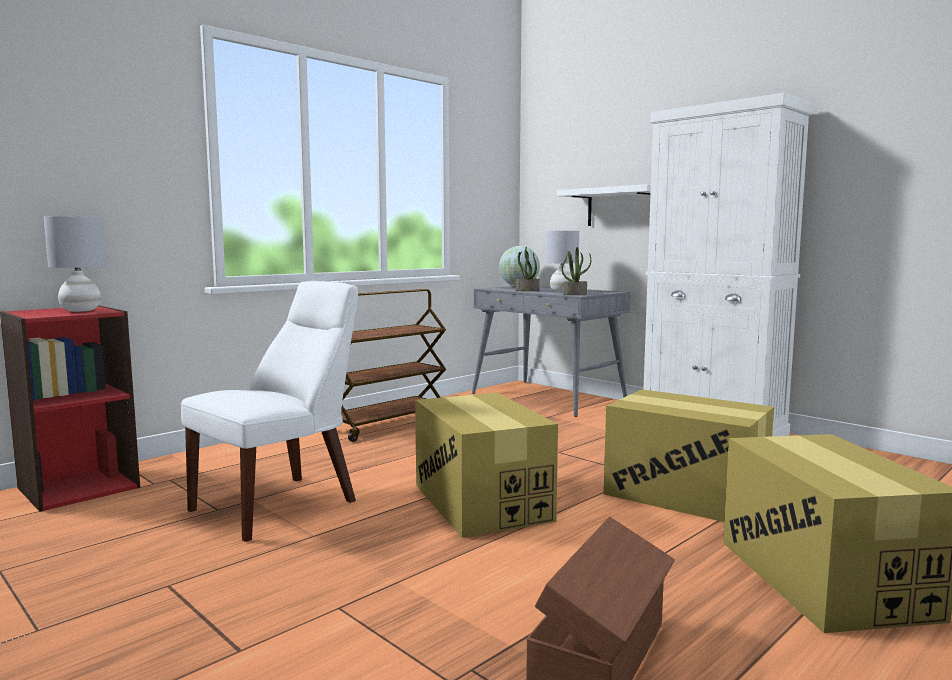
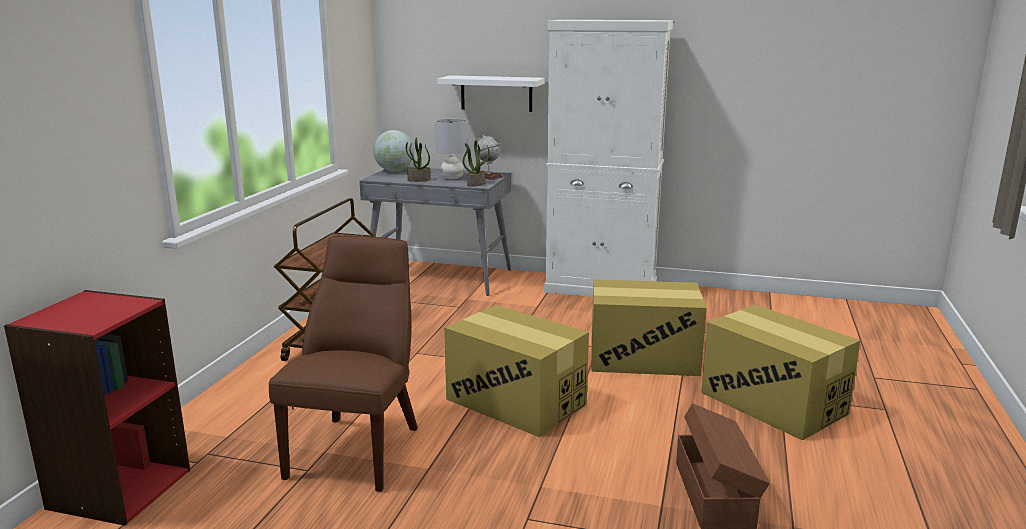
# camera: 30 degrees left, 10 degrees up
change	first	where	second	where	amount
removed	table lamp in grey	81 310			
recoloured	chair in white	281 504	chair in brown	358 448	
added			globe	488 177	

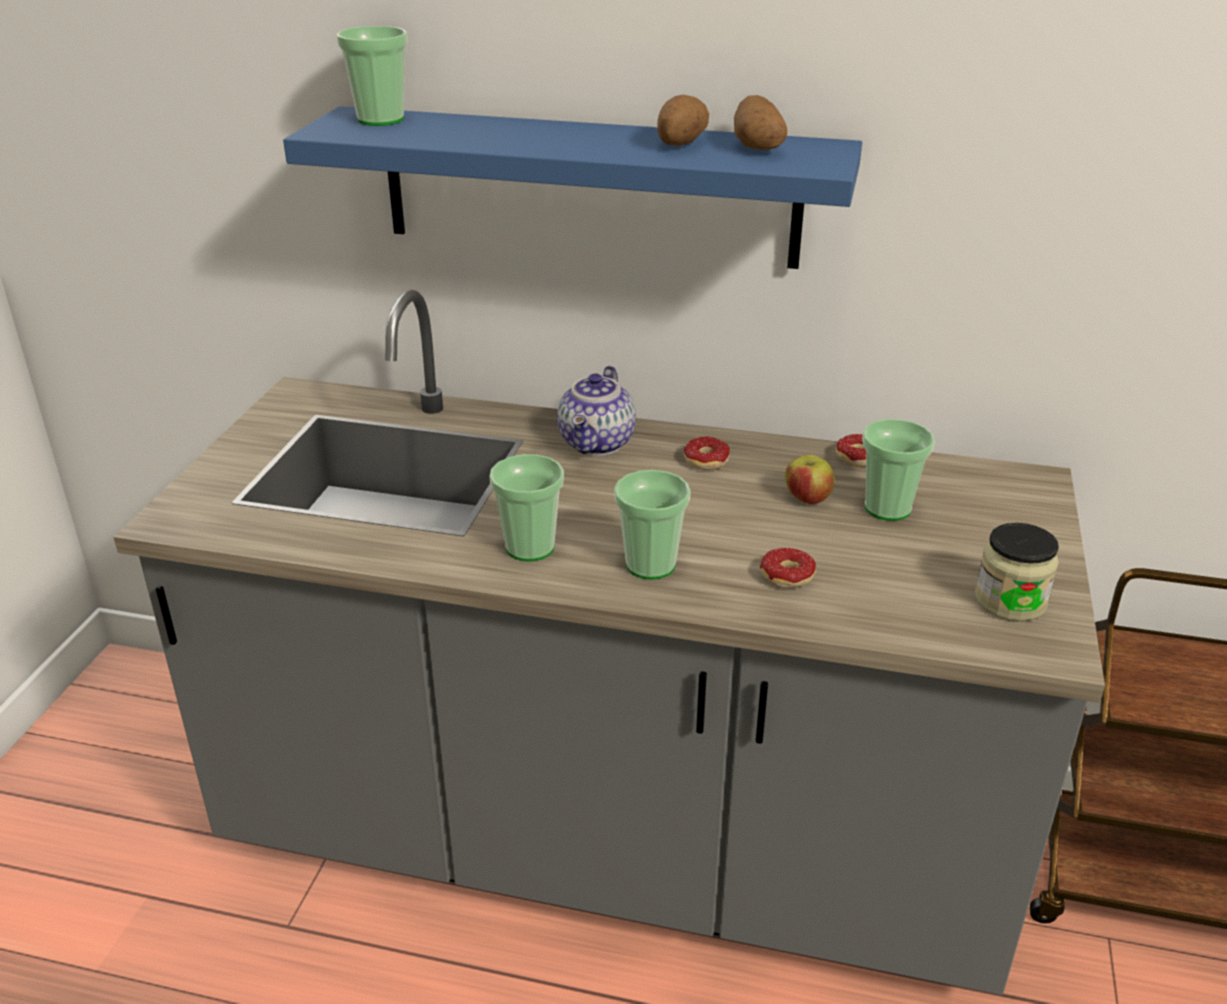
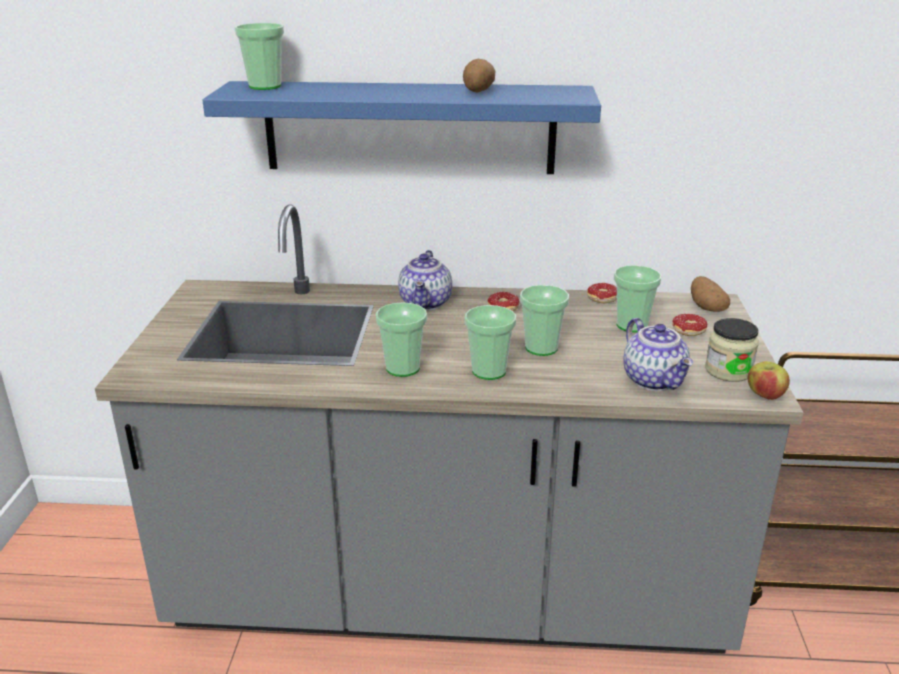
# camera: 10 degrees left, 5 degrees down
change	first	where	second	where	amount
moved	potato	757 147		705 307	
moved	apple	807 499		765 396	
moved	donut	788 582		691 333	
added			cup	541 348	
added			teapot	655 380	

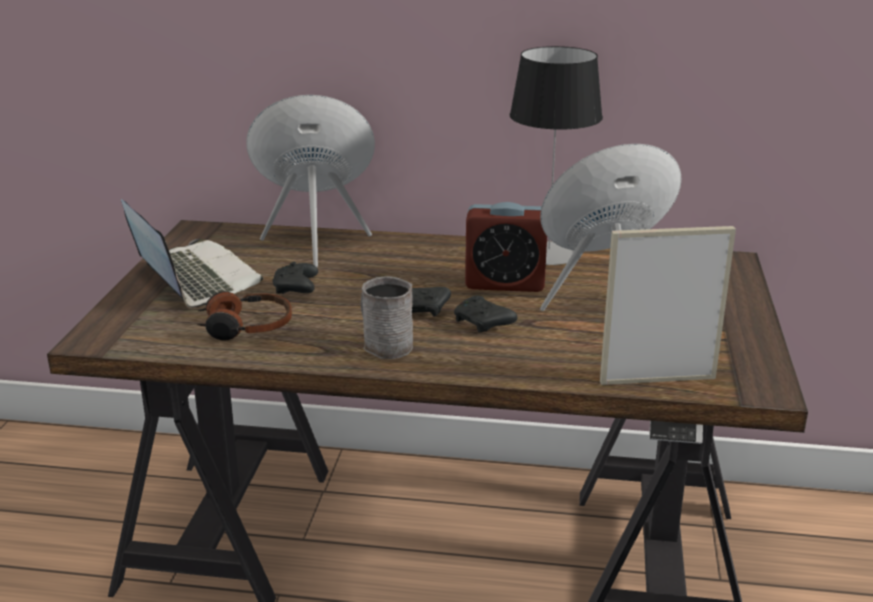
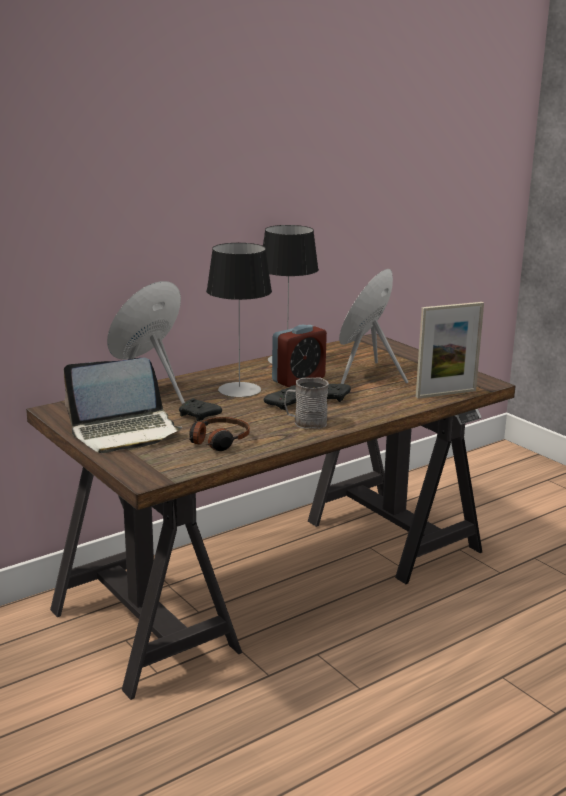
# camera: 45 degrees left, 5 degrees down
change	first	where	second	where	amount
turned	laptop	193 279		125 432	150 degrees clockwise
turned	picture frame	657 380		446 394	150 degrees counterclockwise
added			table lamp	239 390	

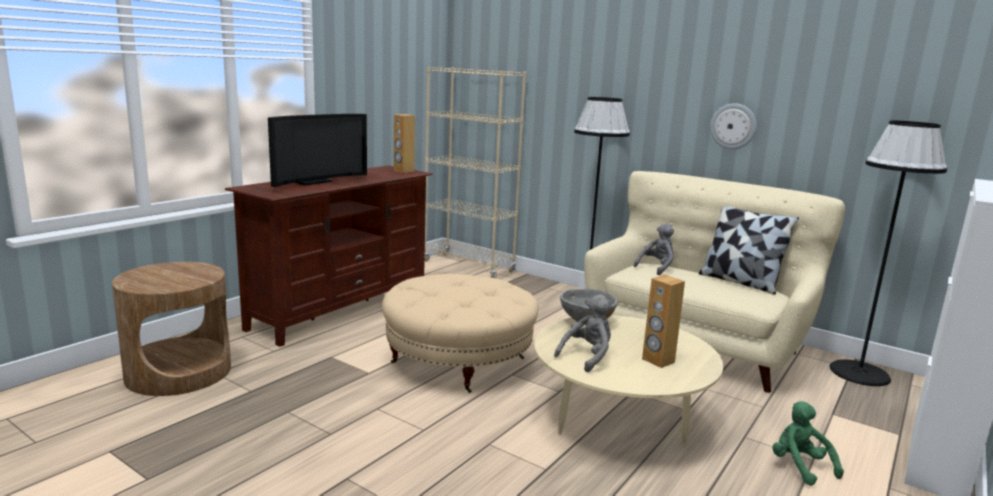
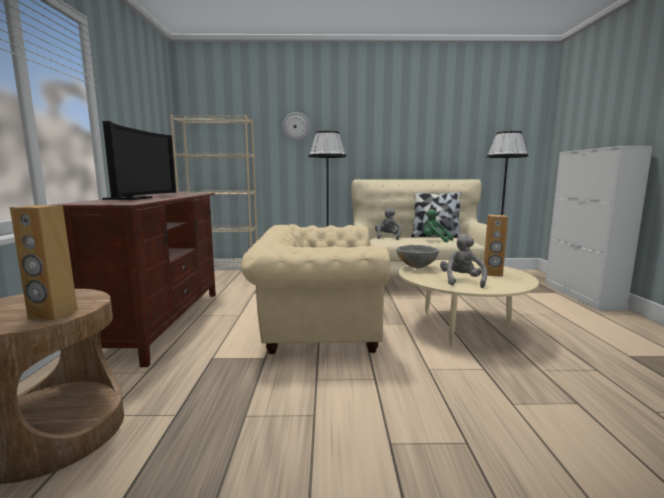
# camera: 35 degrees left, 5 degrees down
change	first	where	second	where	amount
moved	wall clock	733 126		296 127	
moved	speaker in brown	403 171		52 314	
replaced	ottoman in beige	458 361	armchair in beige	316 327	
moved	plush toy in green	800 466		435 240	

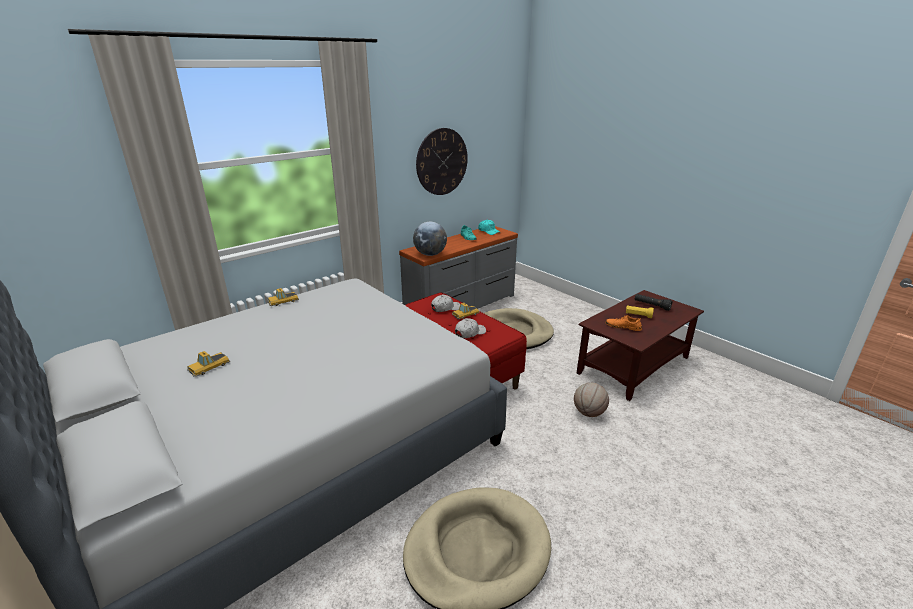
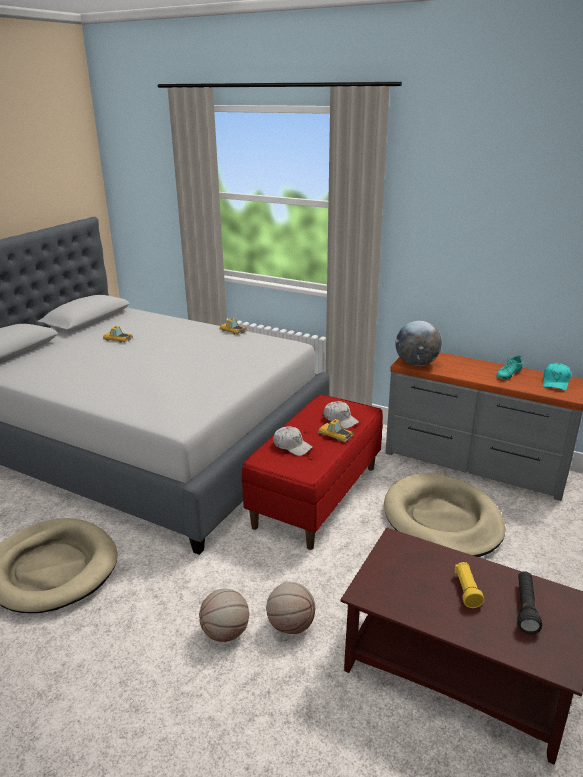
# camera: 70 degrees right, 0 degrees up
change	first	where	second	where	amount
removed	wall clock	442 162			
removed	shoe in orange	623 326			
added			basketball	226 633	

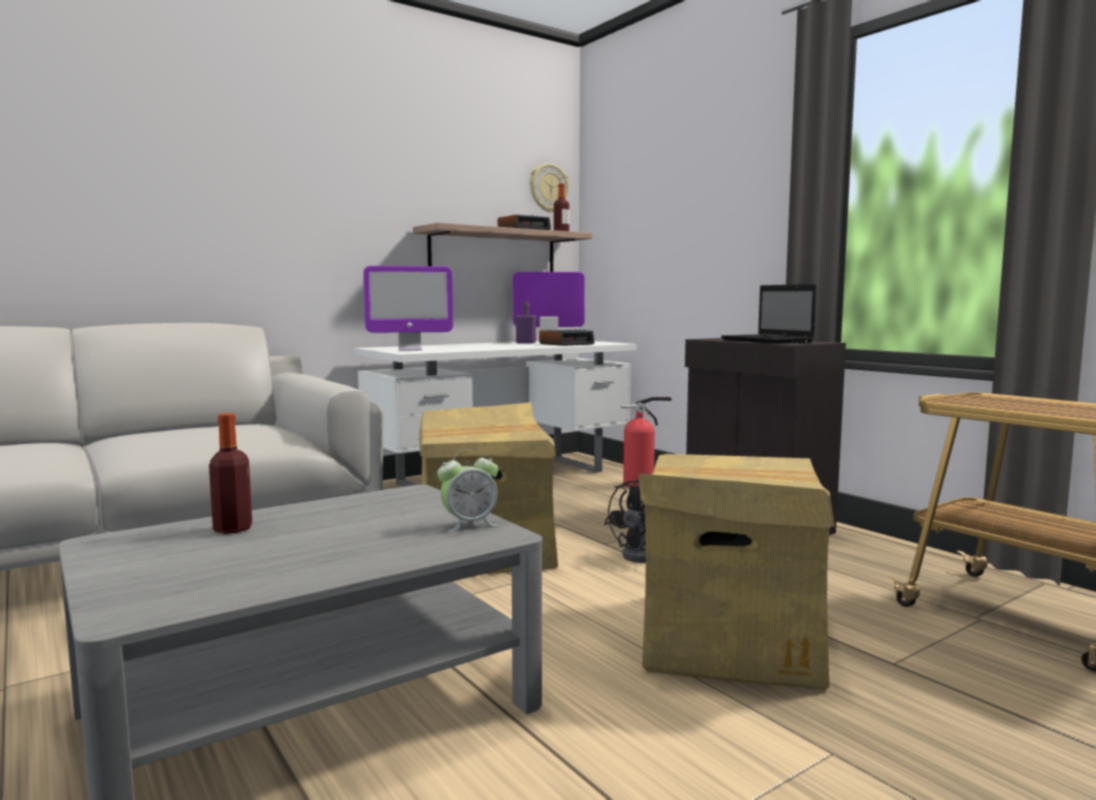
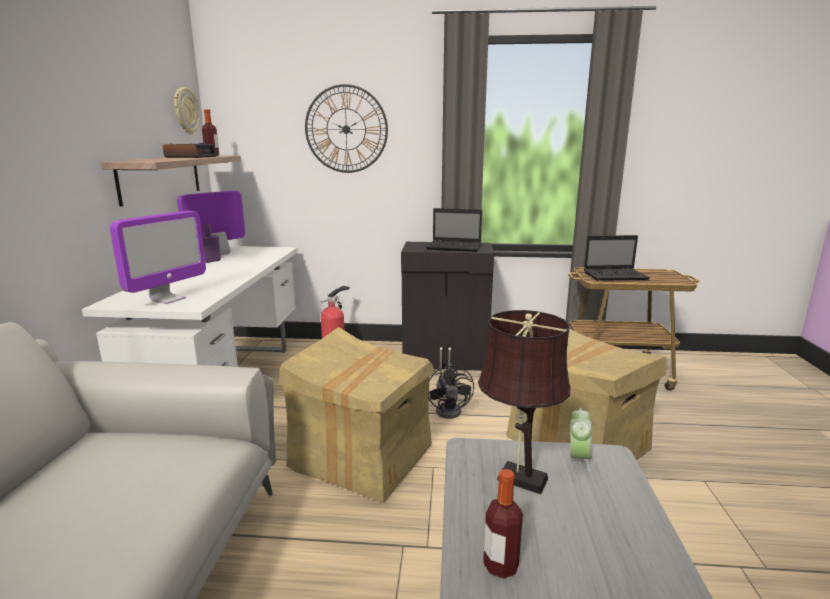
# camera: 50 degrees left, 10 degrees up
change	first	where	second	where	amount
removed	alarm clock	566 344			
added			wall clock	346 129	
added			laptop	616 276	
added			table lamp in brown	517 477	

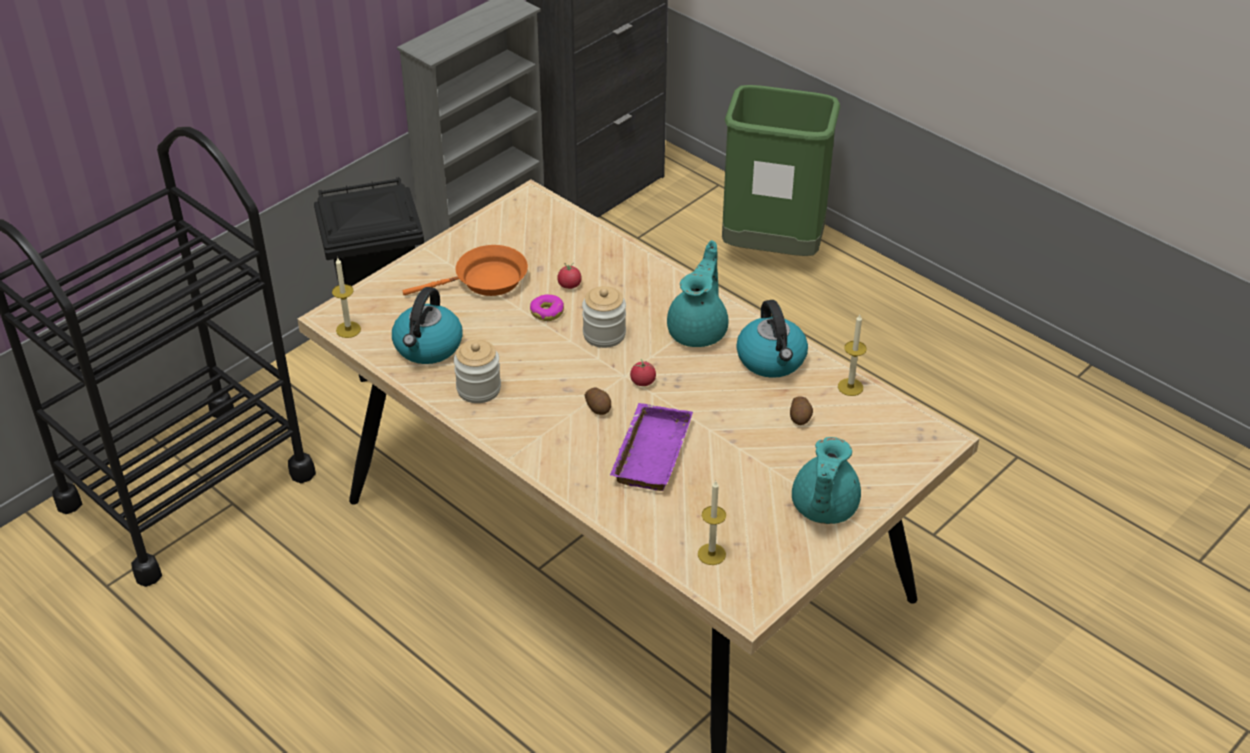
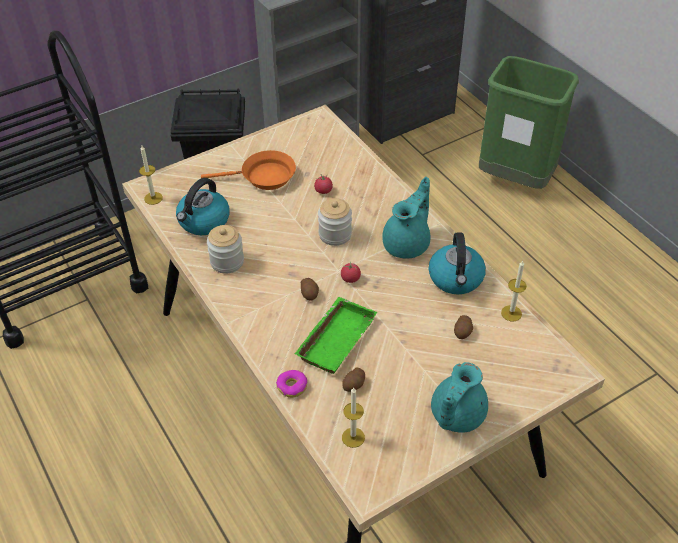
# camera: 15 degrees right, 5 degrees up
change	first	where	second	where	amount
moved	donut	547 312		292 386	
recoloured	tray in purple	649 451	tray in green	335 338	
added			potato	354 385	

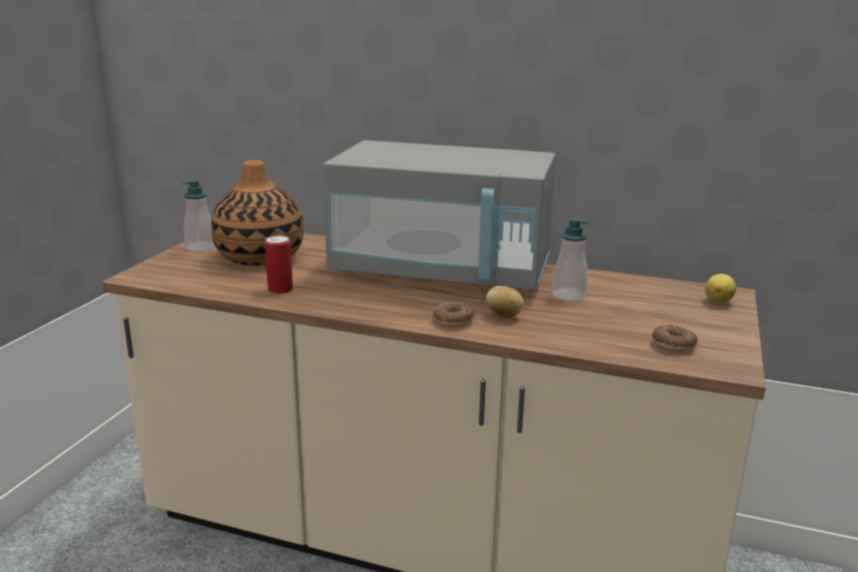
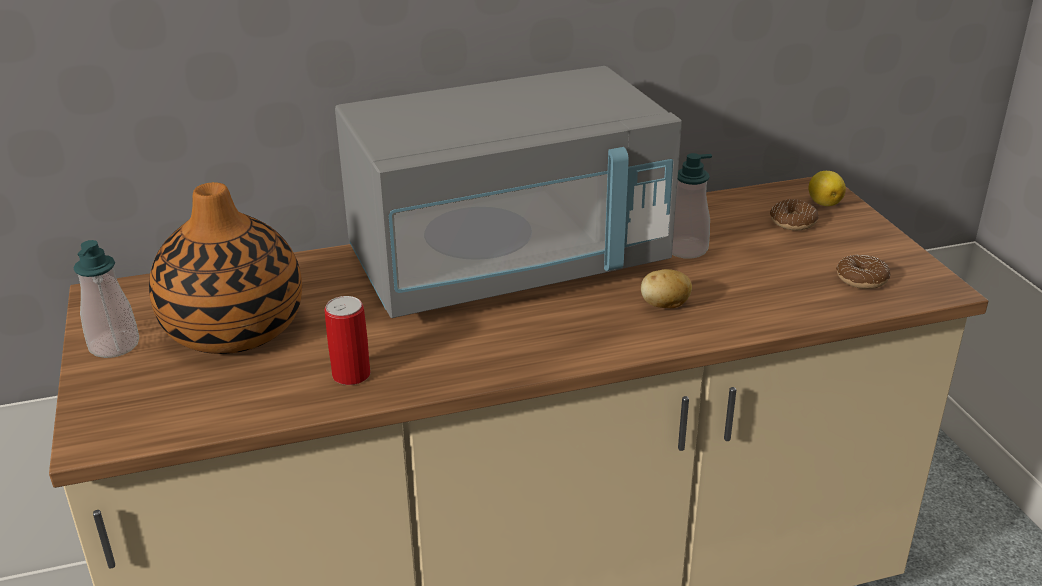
# camera: 35 degrees left, 10 degrees up
change	first	where	second	where	amount
moved	donut	453 321		793 222	

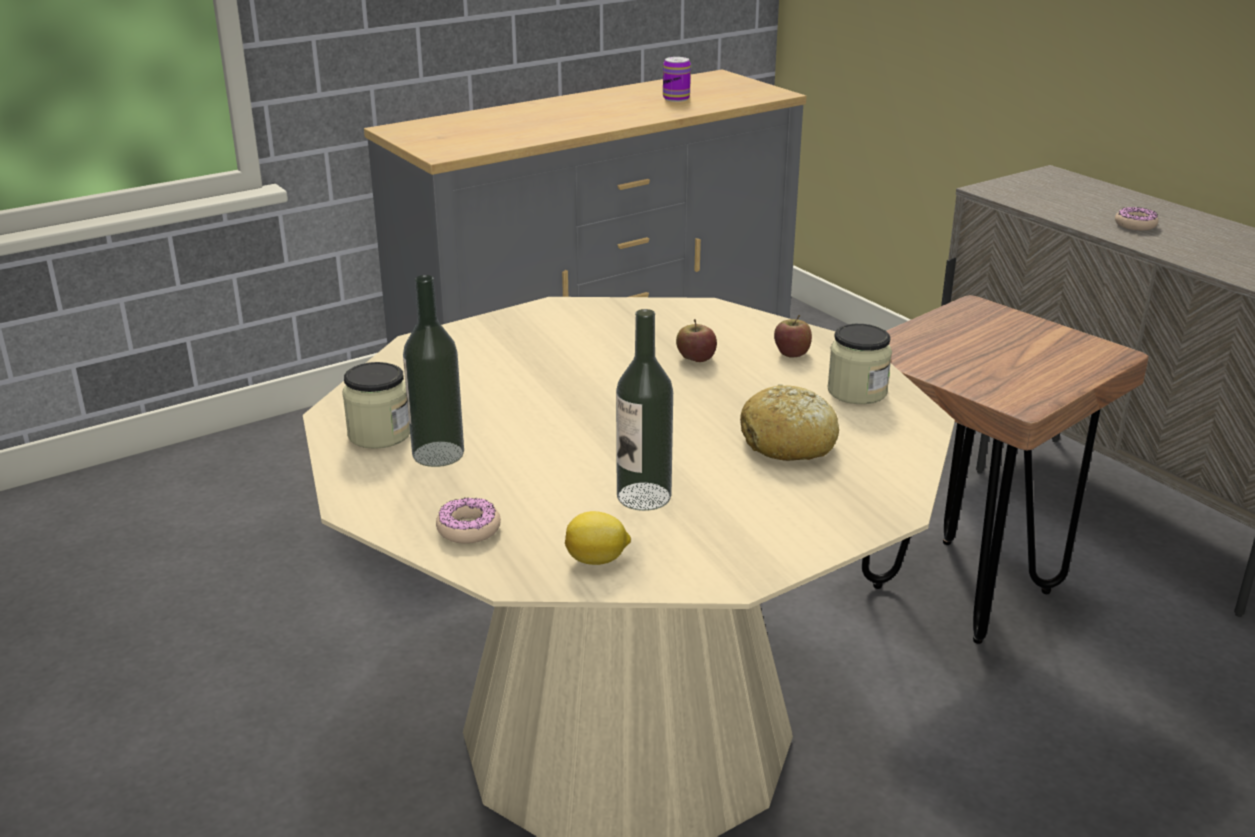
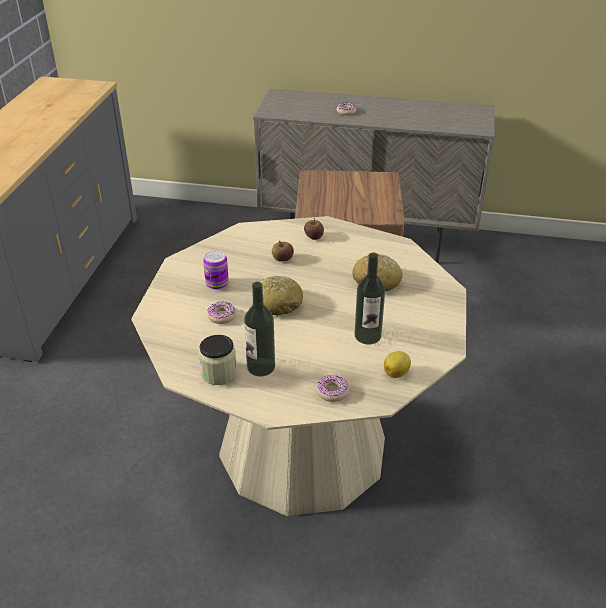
# camera: 45 degrees left, 10 degrees up
change	first	where	second	where	amount
moved	can	676 98		217 283	
removed	jar	857 391			
added			bread	278 303	
added			donut	222 316	

